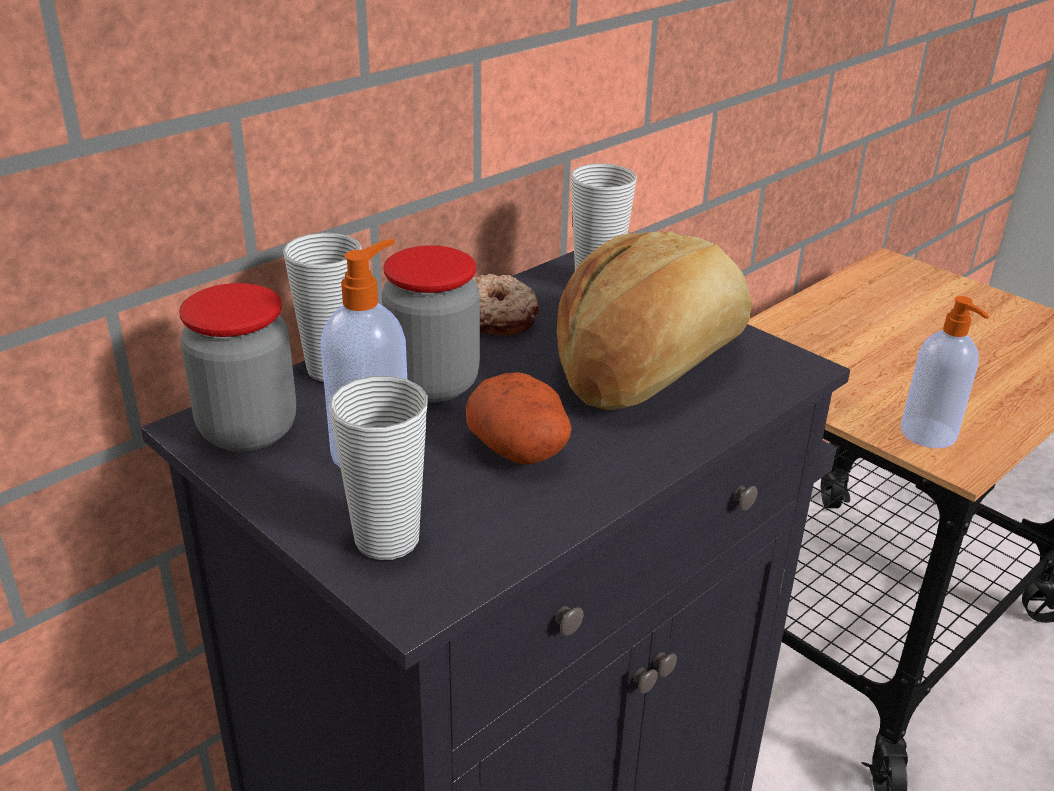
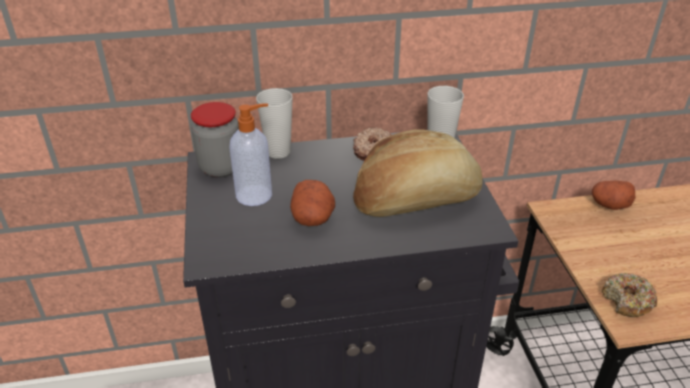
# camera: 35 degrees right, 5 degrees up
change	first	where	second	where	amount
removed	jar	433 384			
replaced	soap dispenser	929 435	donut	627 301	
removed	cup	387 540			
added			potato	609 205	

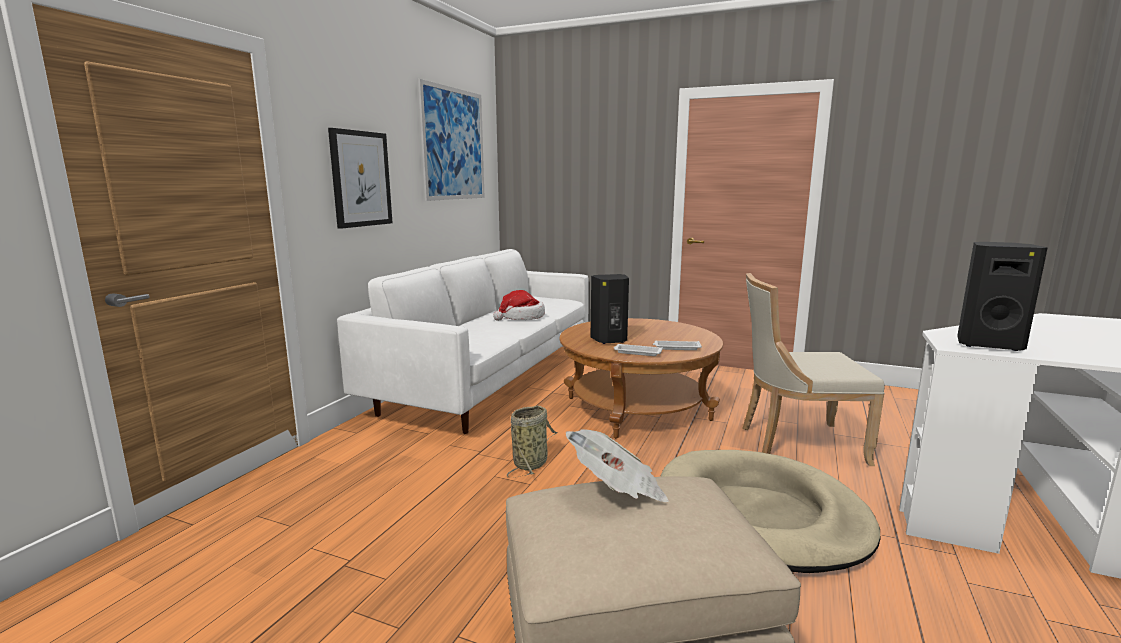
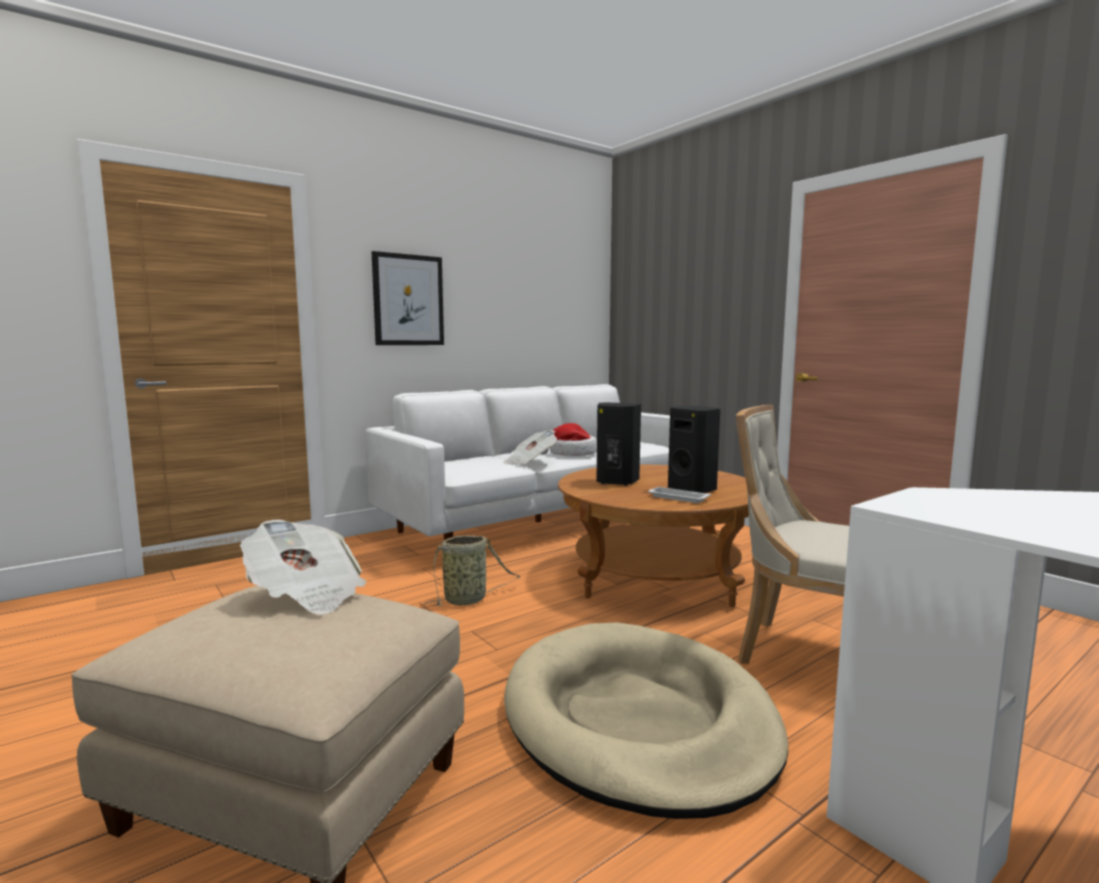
# camera: 30 degrees right, 5 degrees down
change	first	where	second	where	amount
removed	picture	454 144			
moved	speaker in black	987 344		693 490	
removed	tray in white	637 352			
added			newspaper	530 462	

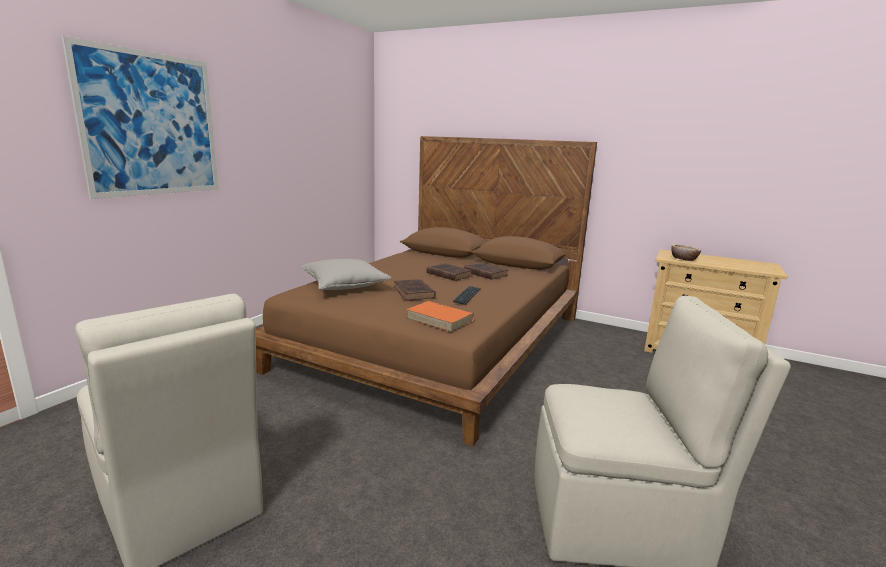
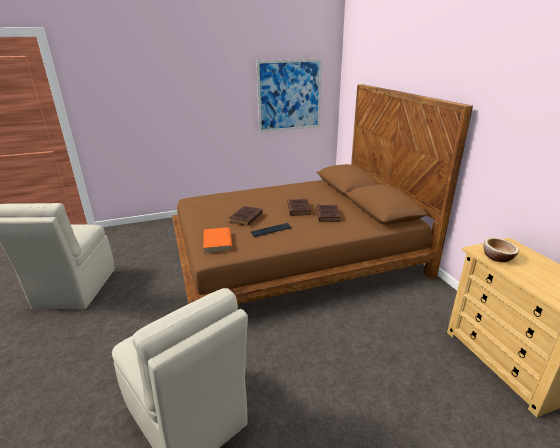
# camera: 45 degrees right, 10 degrees up
change	first	where	second	where	amount
moved	picture	151 125		289 95	
removed	pillow in grey	344 285			

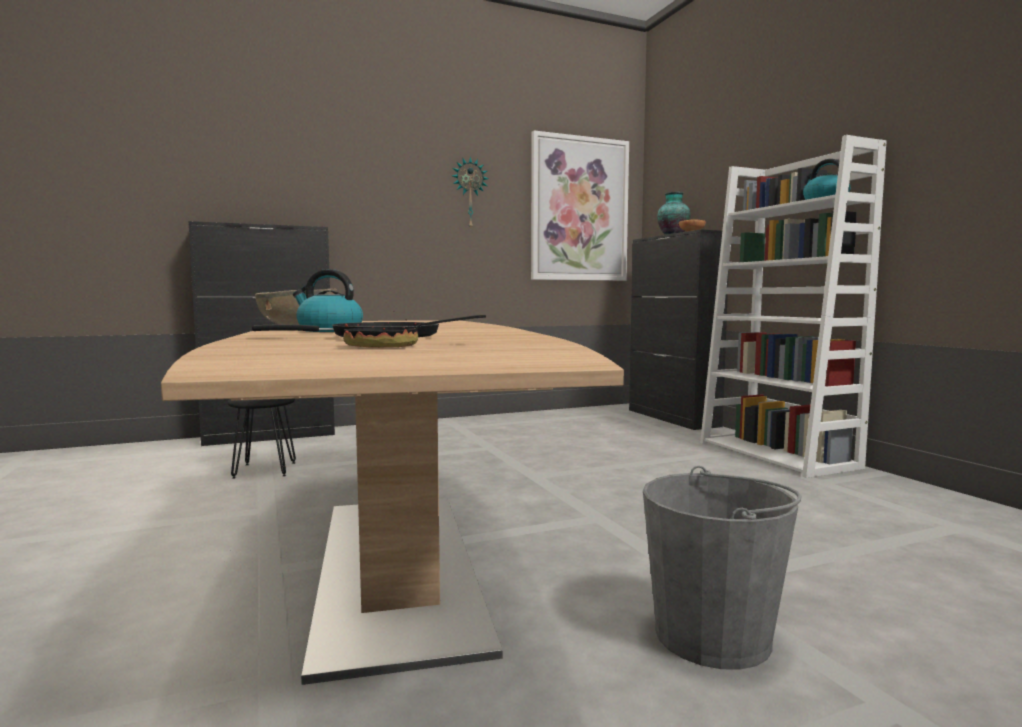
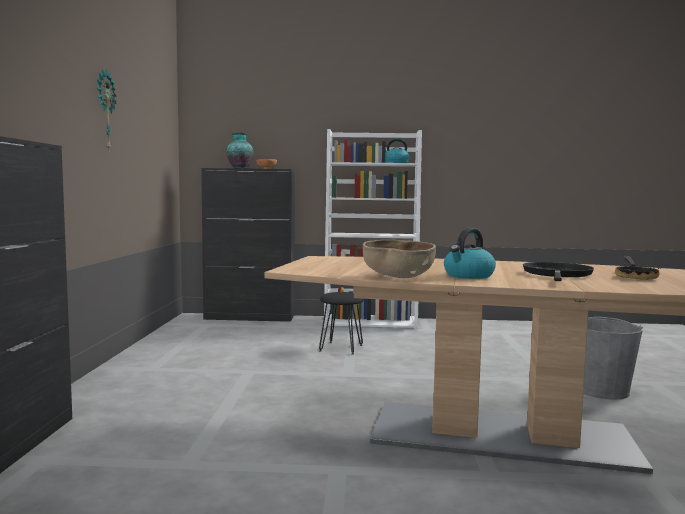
# camera: 65 degrees left, 0 degrees up
change	first	where	second	where	amount
removed	picture	579 209			
moved	stool in black	265 470		340 348	

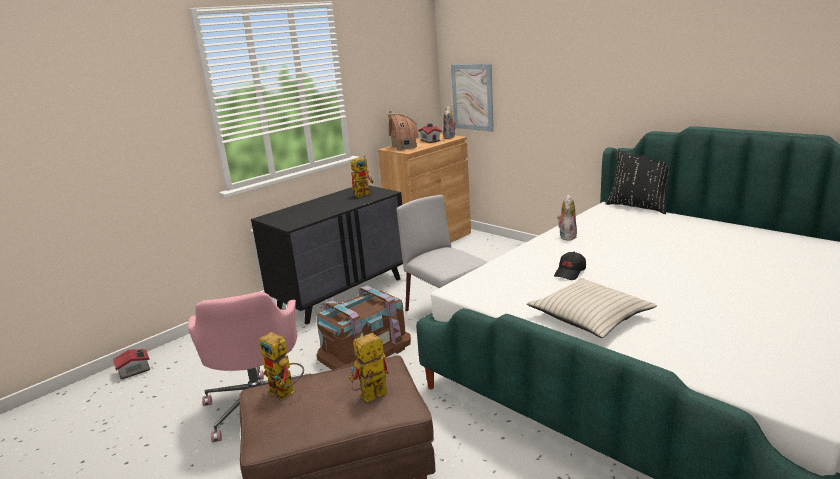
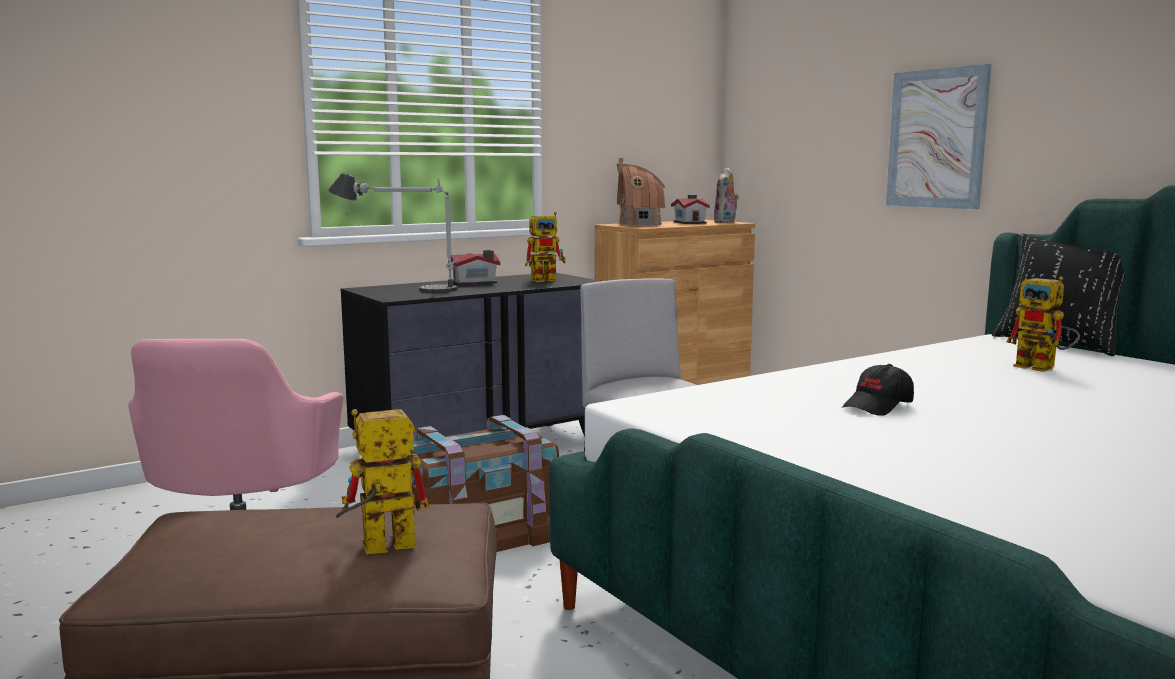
# camera: 10 degrees right, 10 degrees down
change	first	where	second	where	amount
moved	picture	472 97		936 138	
removed	plush toy	566 236			
removed	pillow in beige	590 317			
moved	toy robot	286 392		1043 368	
moved	toy house	135 370		475 282	
added			table lamp	400 289	

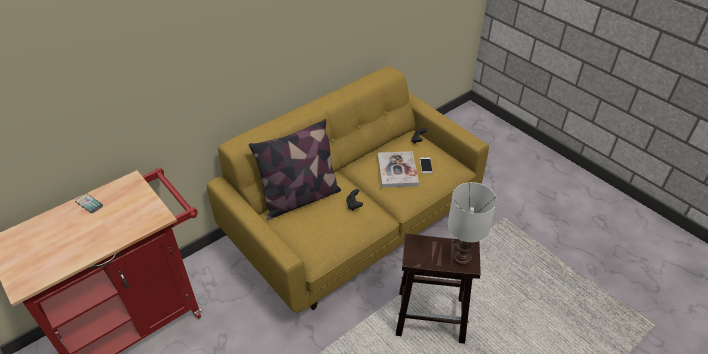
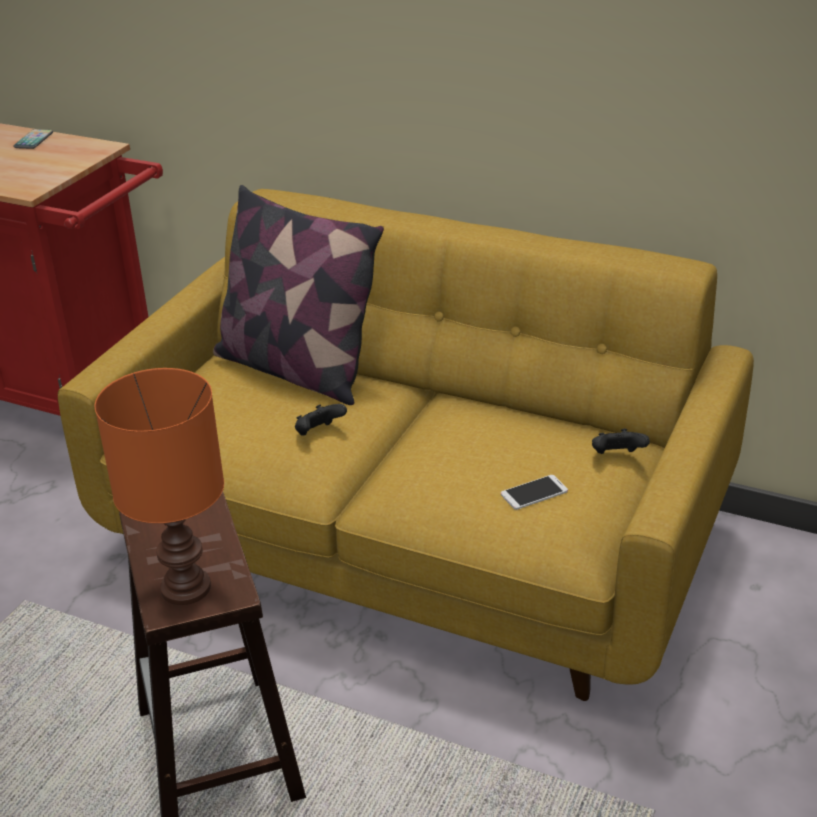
# camera: 65 degrees right, 10 degrees down
change	first	where	second	where	amount
removed	book	397 170			
recoloured	table lamp in white	462 257	table lamp in orange	188 588	

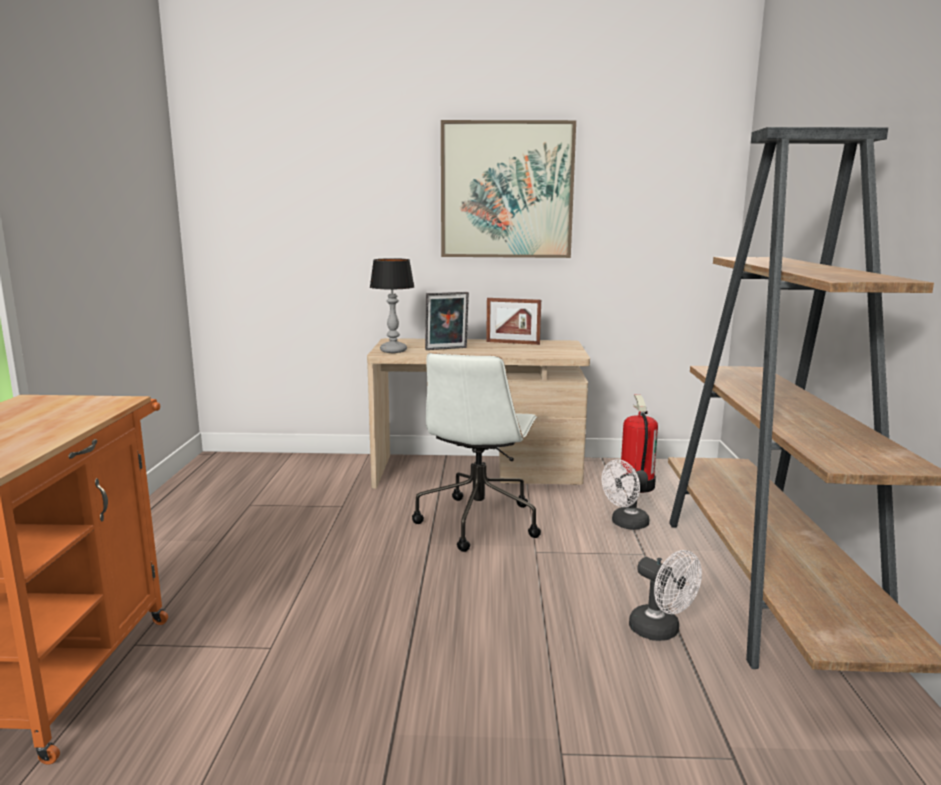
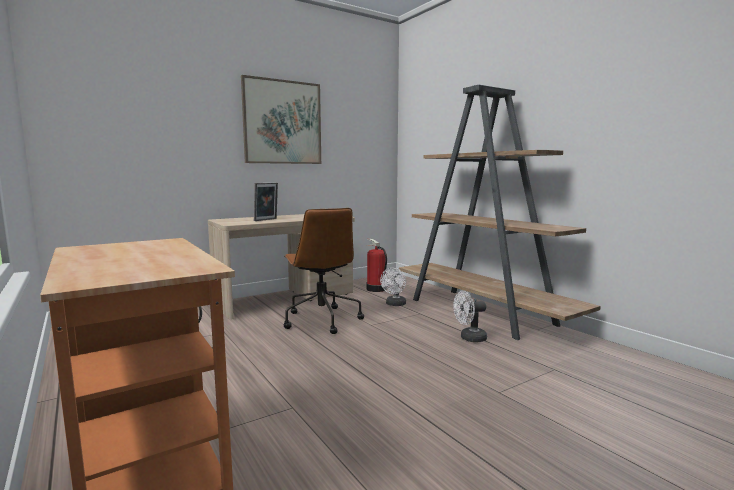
# camera: 35 degrees left, 5 degrees down
change	first	where	second	where	amount
removed	table lamp	394 351			
removed	picture frame	512 343			
recoloured	office chair in white	478 521	office chair in brown	321 320	
turned	fan in white	661 632		469 338	150 degrees clockwise

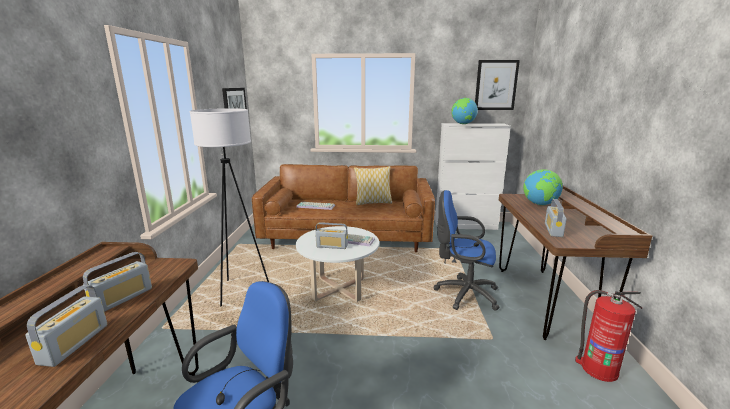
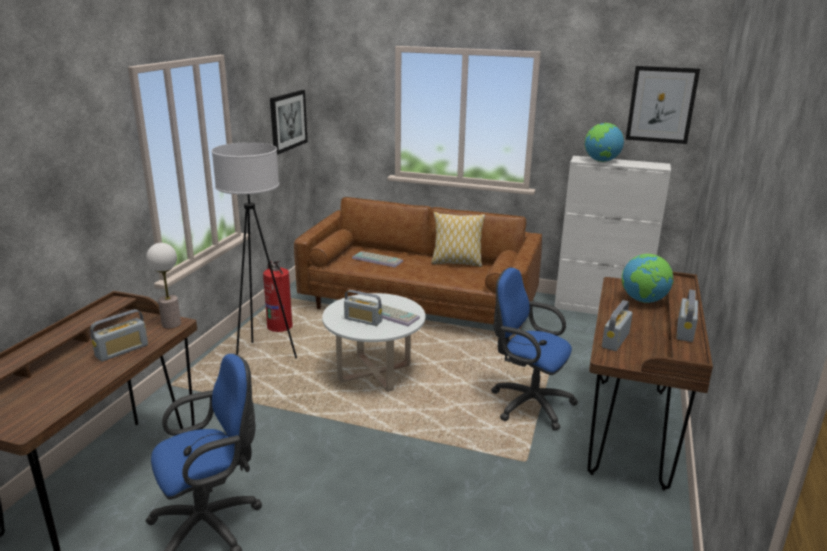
# camera: 15 degrees right, 5 degrees up
change	first	where	second	where	amount
moved	radio	74 343		685 331	
moved	fire extinguisher	598 369		279 326	
added			table lamp	171 324	

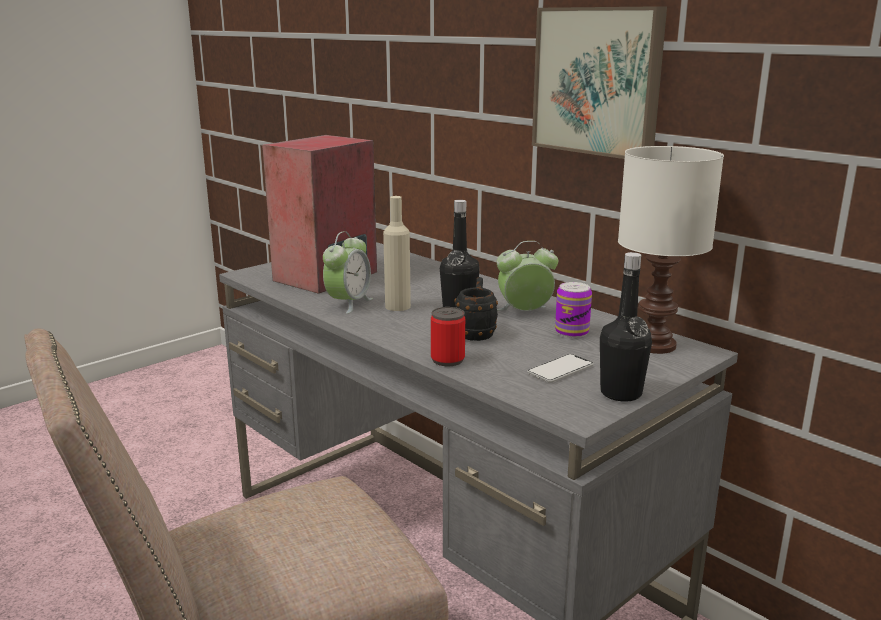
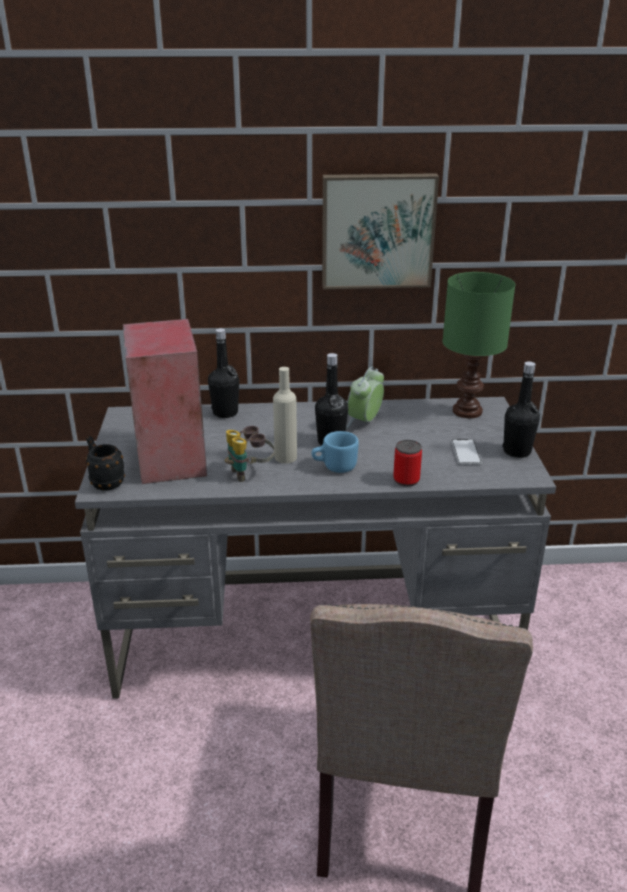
# camera: 50 degrees left, 10 degrees up
change	first	where	second	where	amount
recoloured	table lamp in white	653 346	table lamp in green	467 412	
replaced	alarm clock	348 303	binoculars	250 473	
moved	mug in black	476 333		105 481	
removed	can	571 332			
added			bottle in black	225 412	
added			mug in blue	334 467	

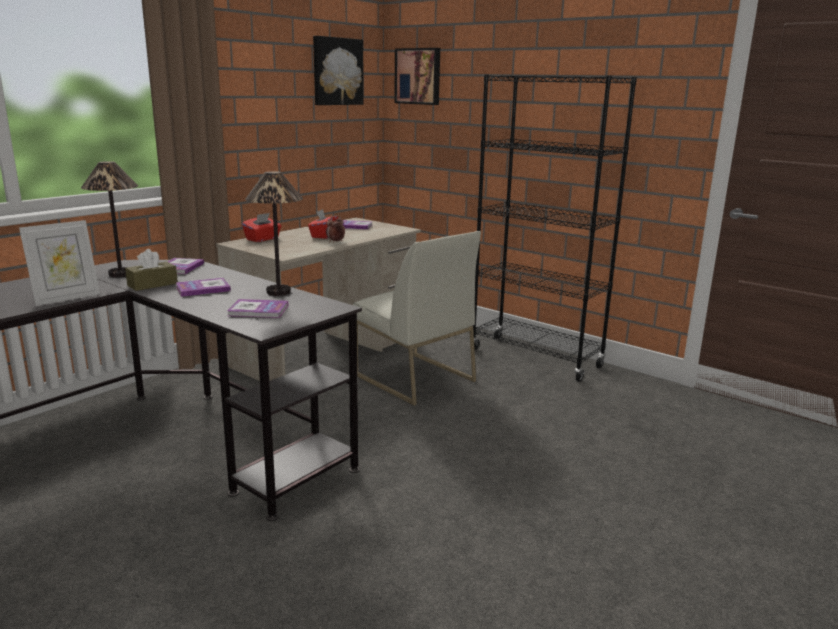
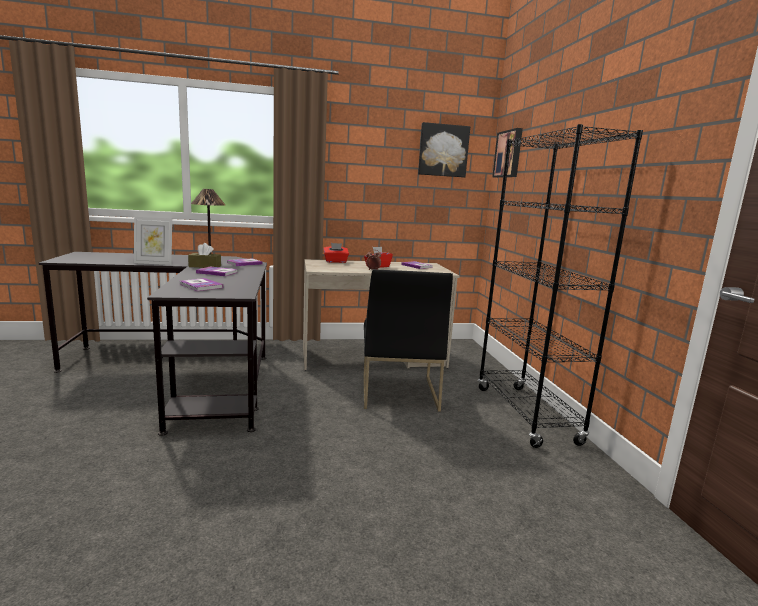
# camera: 40 degrees right, 5 degrees down
change	first	where	second	where	amount
removed	table lamp	279 292			
recoloured	chair in white	413 378	chair in black	398 392	

